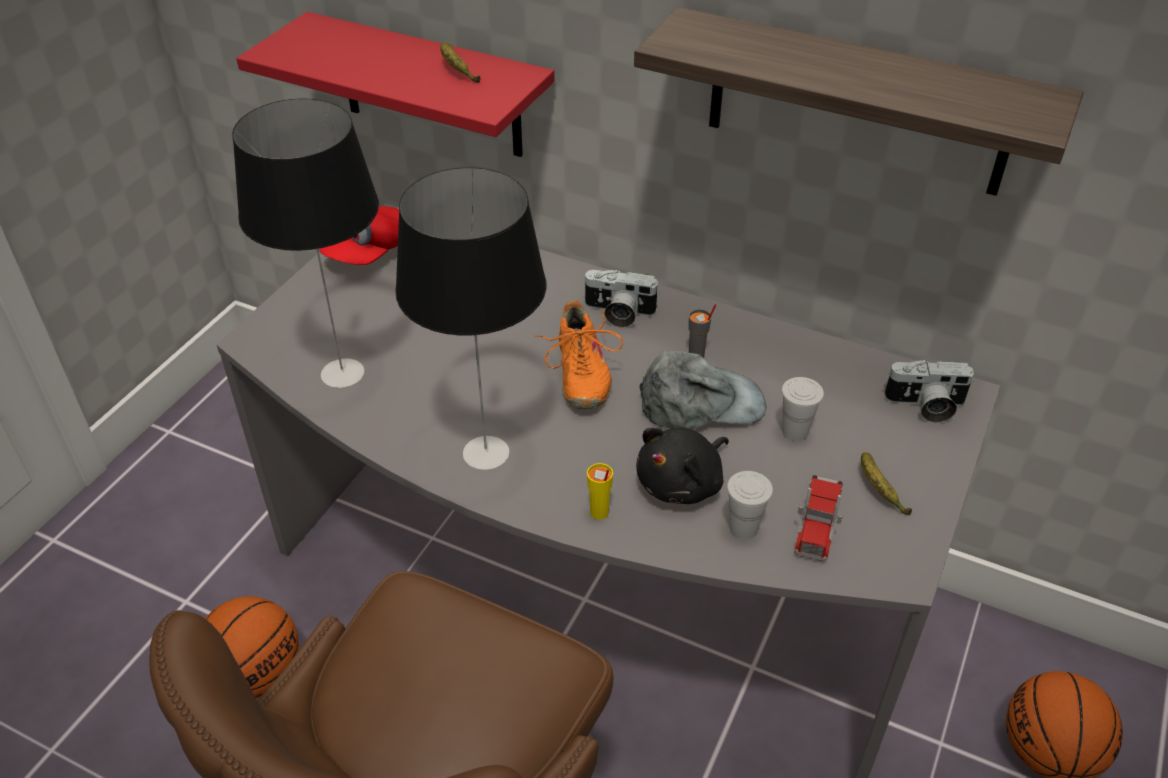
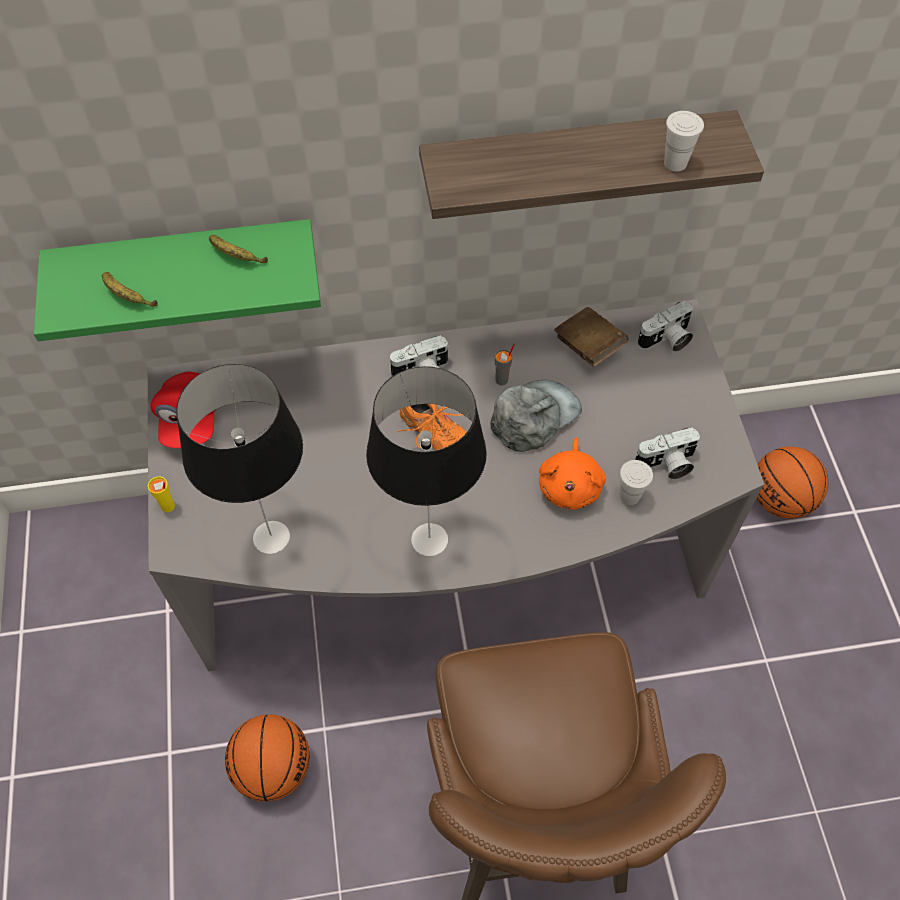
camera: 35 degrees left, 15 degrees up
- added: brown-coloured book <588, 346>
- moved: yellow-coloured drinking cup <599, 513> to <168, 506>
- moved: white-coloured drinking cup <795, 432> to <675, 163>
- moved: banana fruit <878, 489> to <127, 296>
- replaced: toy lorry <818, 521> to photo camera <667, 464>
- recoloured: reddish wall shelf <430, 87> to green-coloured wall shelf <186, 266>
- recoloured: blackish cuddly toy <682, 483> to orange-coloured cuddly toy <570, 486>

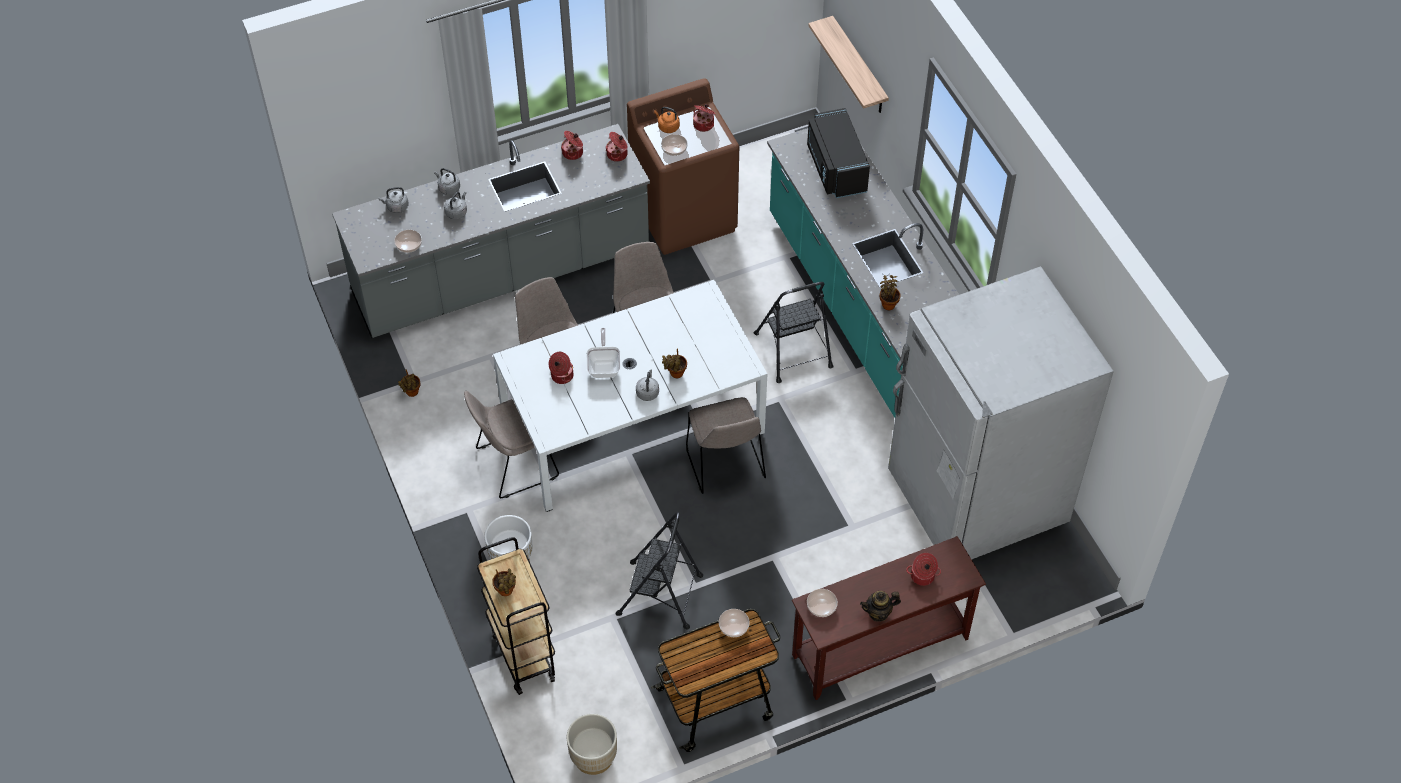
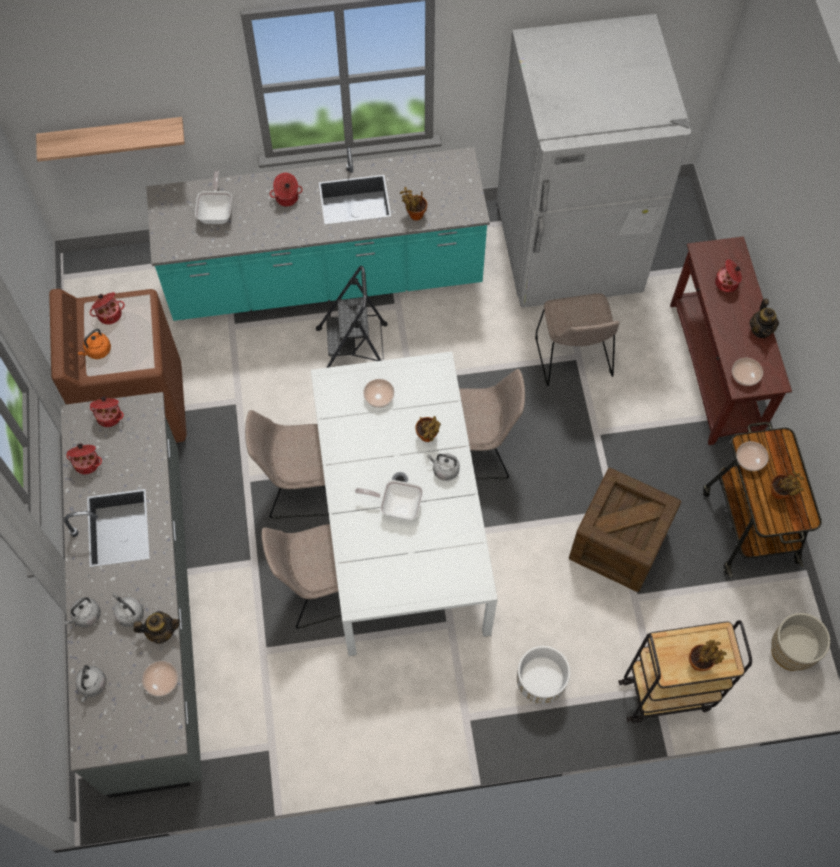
camera: 75 degrees left, 10 degrees up
- added: tea pot <161, 632>
- moved: potted plant <411, 393> to <780, 493>
- moved: sand-coloured chair <514, 464> to <573, 358>
- moved: cooking pot <561, 376> to <287, 198>
- moved: bowl <674, 149> to <379, 396>
- replaced: blackish step stool <662, 595> to crate <618, 544>
- replaced: blackish microwave oven <835, 168> to pan <216, 212>

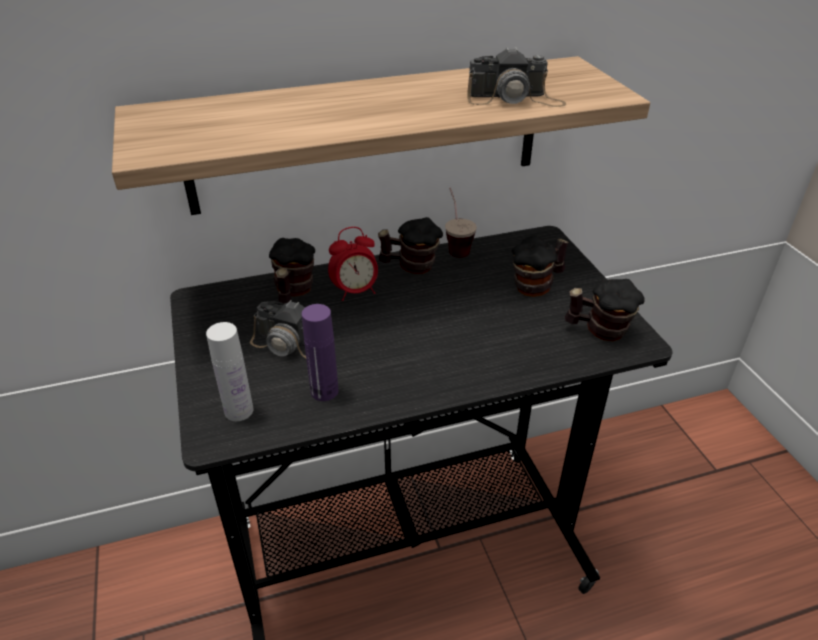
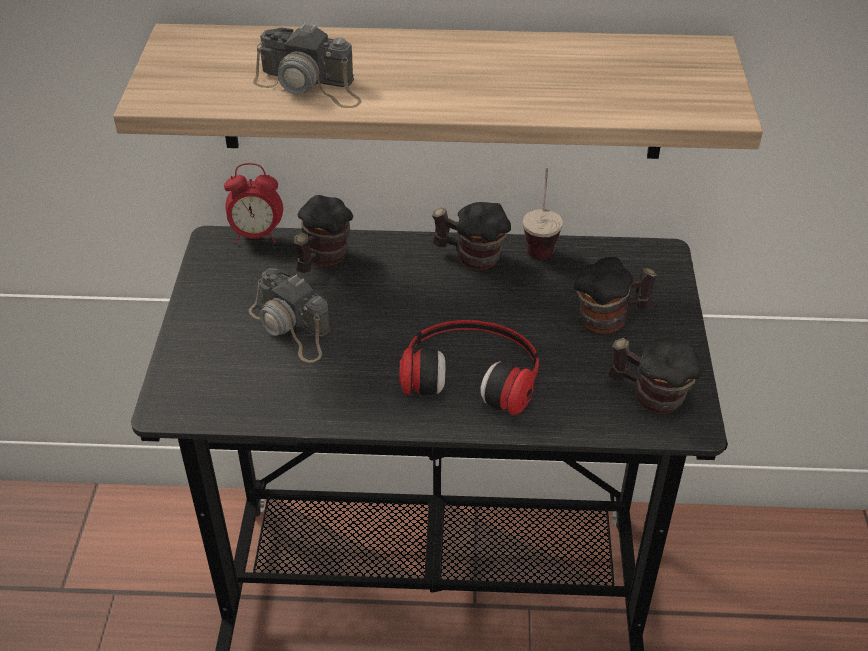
camera: 20 degrees right, 5 degrees up
- removed: white-coloured bottle <239, 411>
- removed: purplish bottle <324, 391>
- added: pair of headphones <472, 370>
- moved: bedside clock <355, 292> to <257, 236>
- moved: photo camera <515, 99> to <310, 86>

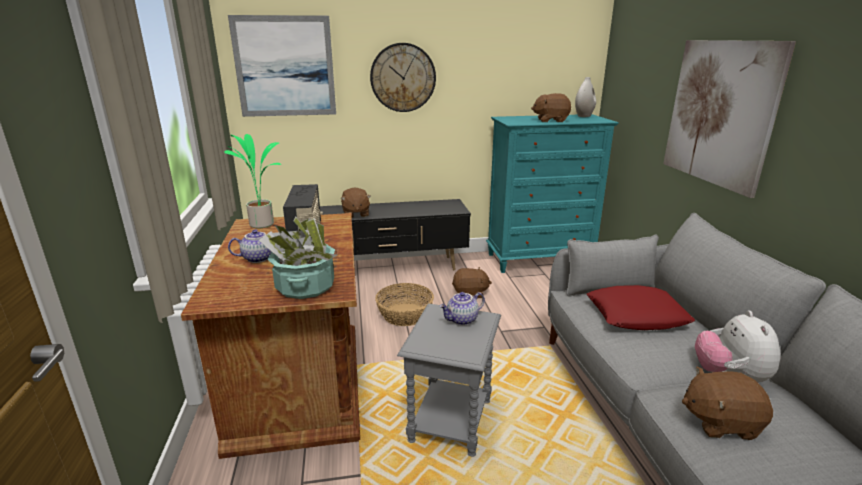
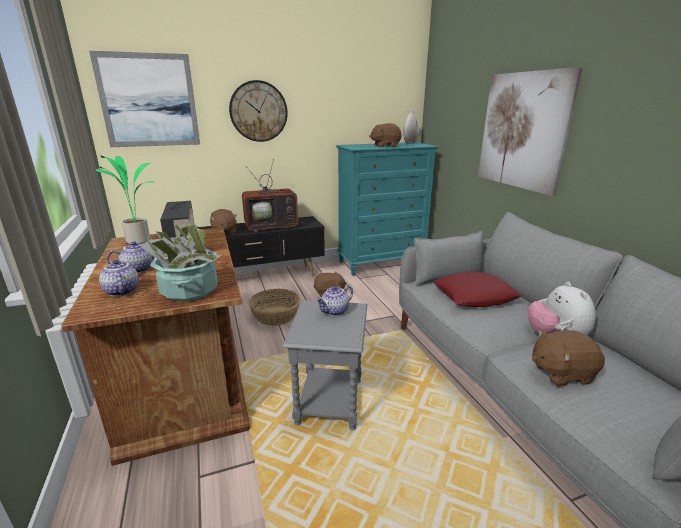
camera: 10 degrees left, 0 degrees up
- added: tea pot <121, 291>
- added: TV <272, 226>

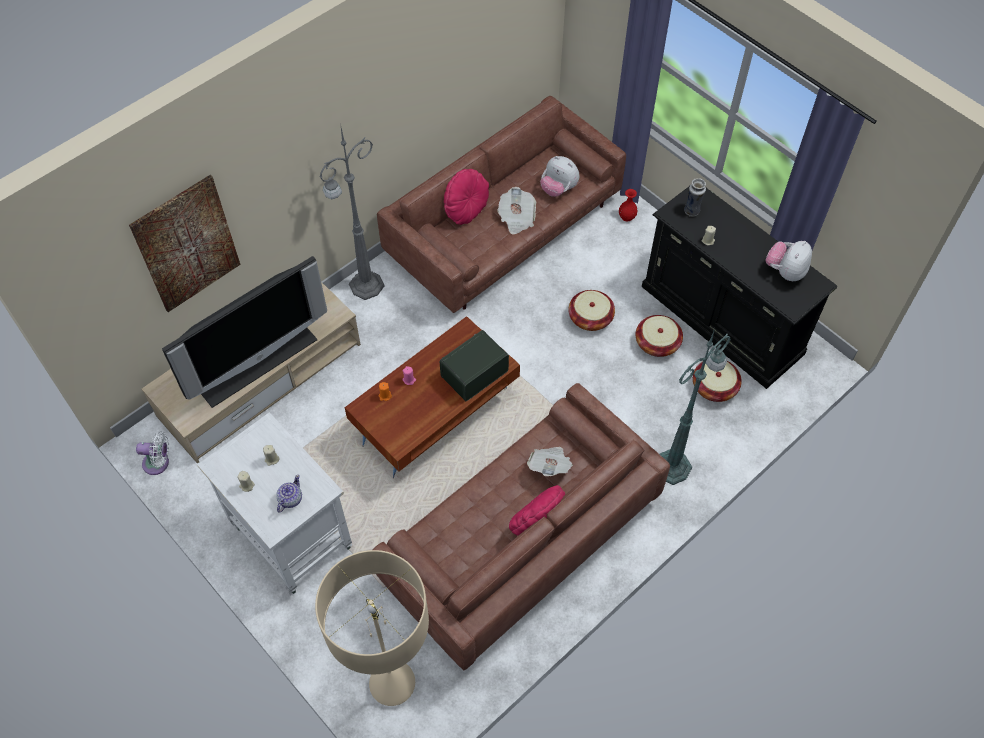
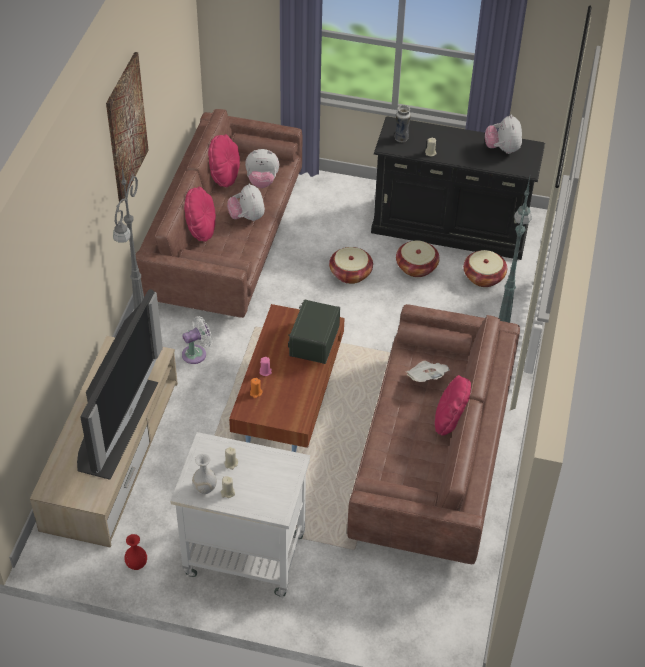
camera: 35 degrees left, 10 degrees down
- removed: tea pot <290, 499>
- removed: sand-coloured standing lamp <392, 684>
- added: white-coloured flower vase <204, 487>
- added: pinkish throw pillow <224, 177>
- moved: picture <186, 244> to <126, 127>
- moved: white-coloured fan <158, 463> to <196, 353>
- moved: reddish flower vase <627, 217> to <137, 564>
- replaced: daily paper <516, 218> to cuddly toy <247, 217>

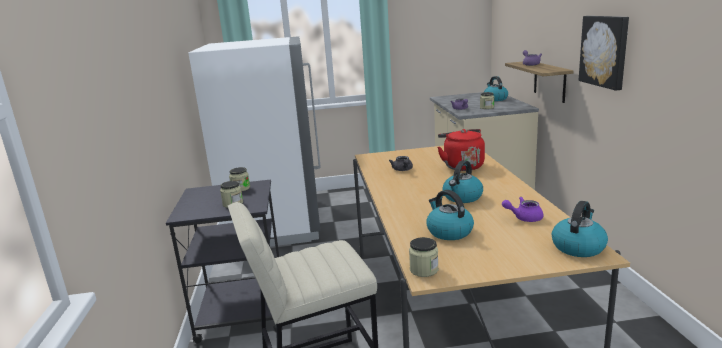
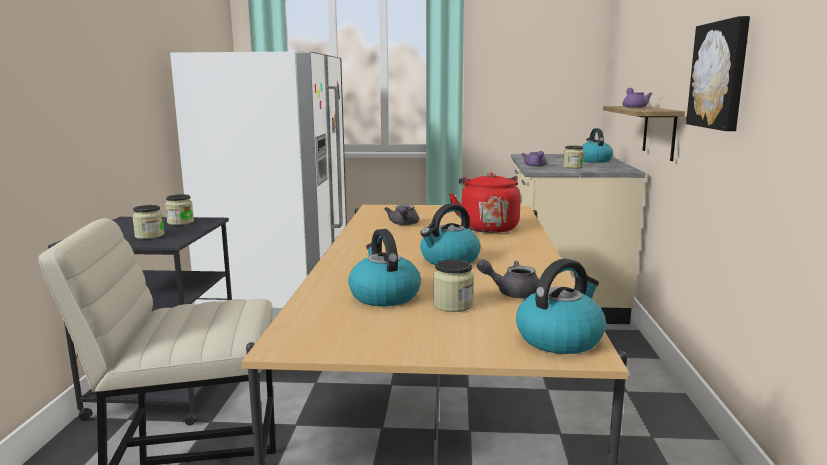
camera: 10 degrees right, 5 degrees down
- moved: storage jar <424, 270> to <453, 305>
- recoloured: purplish tea pot <524, 218> to grey tea pot <512, 293>

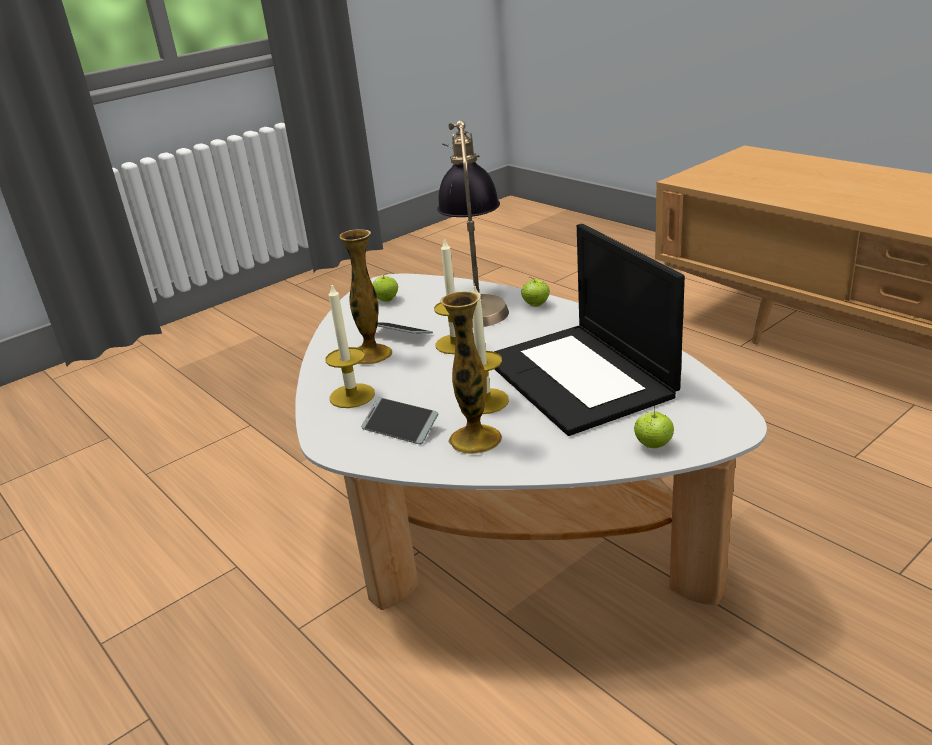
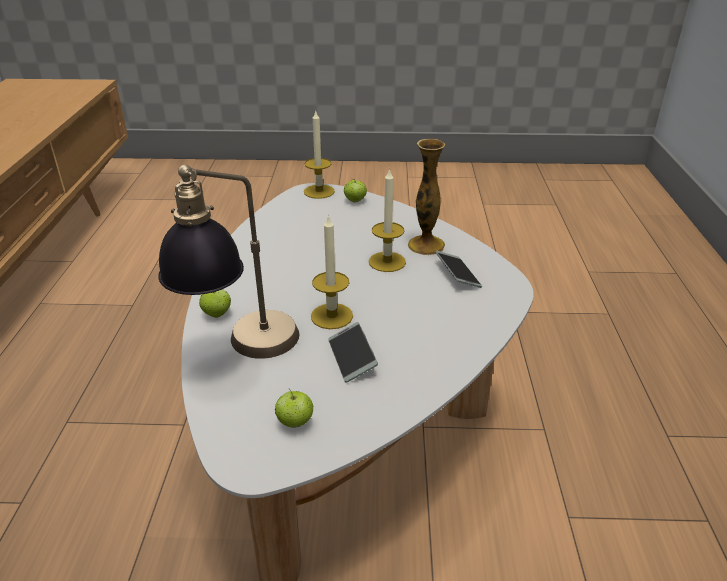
camera: 140 degrees left, 5 degrees up
- removed: flower vase <370, 354>
- removed: portable computer <580, 377>
- moved: candle <352, 396> to <319, 191>

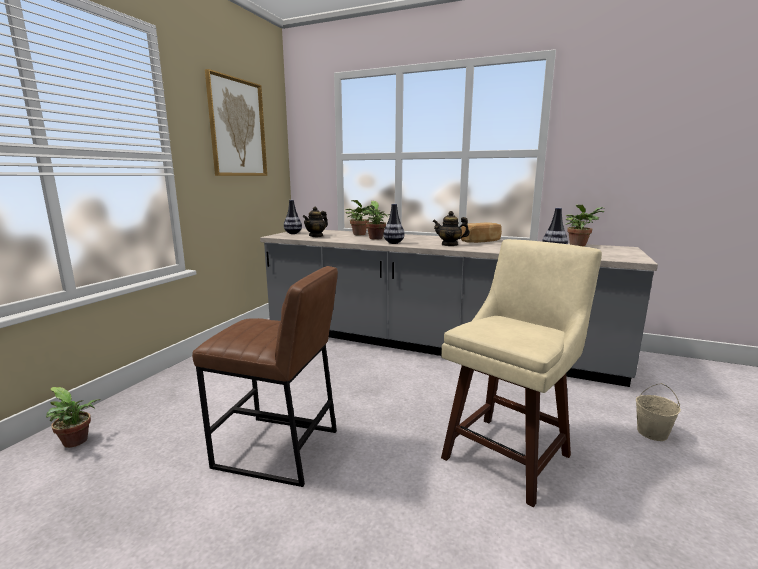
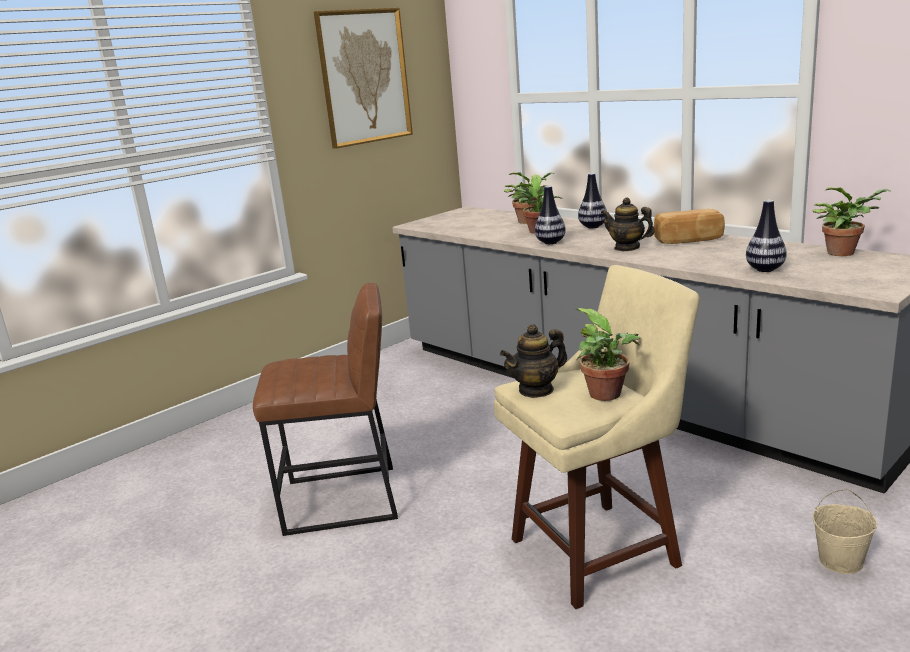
camera: 25 degrees right, 5 degrees up
- moved: potted plant <77, 442> to <608, 395>
- moved: flower vase <293, 233> to <593, 227>
- moved: tea pot <316, 236> to <536, 390>
- turned: brown-coloured chair <279, 449> = <343, 499> 45 degrees counterclockwise

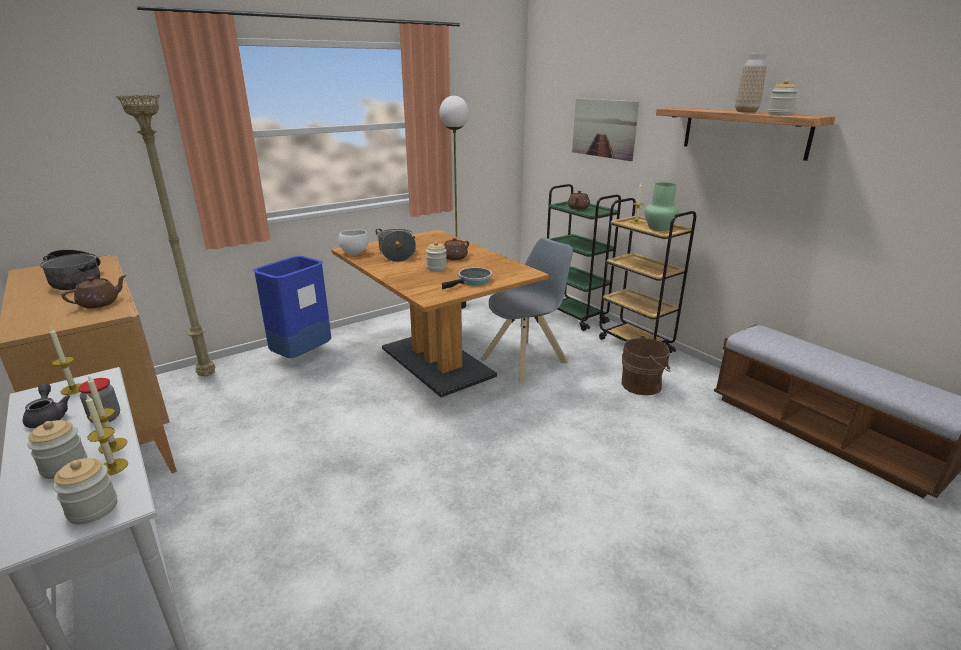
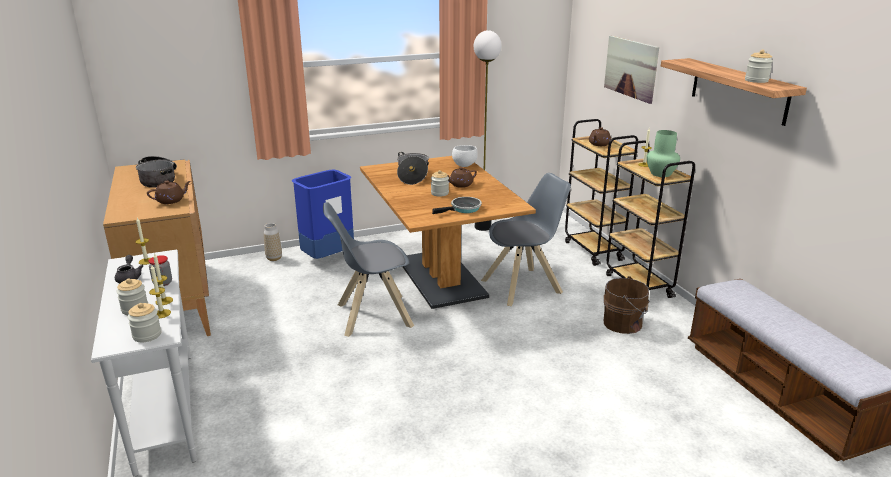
camera: 15 degrees right, 0 degrees up
- removed: sand-coloured standing lamp <205, 375>
- added: grey chair <371, 316>
- moved: white-coloured bowl <354, 253> to <464, 165>
- moved: flower vase <746, 112> to <274, 258>
- recoloured: green-coloured trolley <575, 317> to brown-coloured trolley <594, 251>

